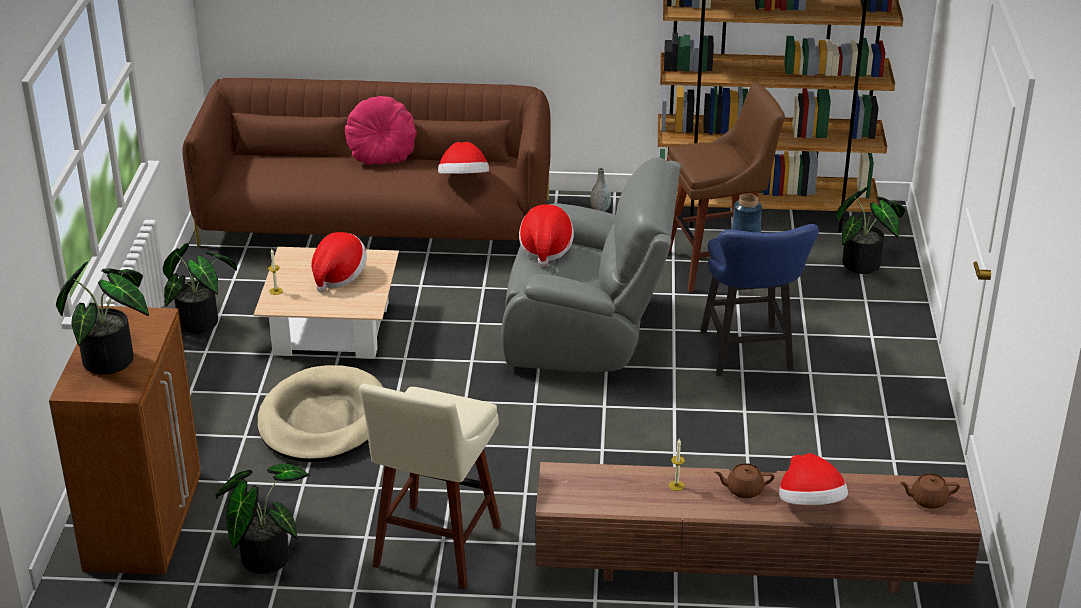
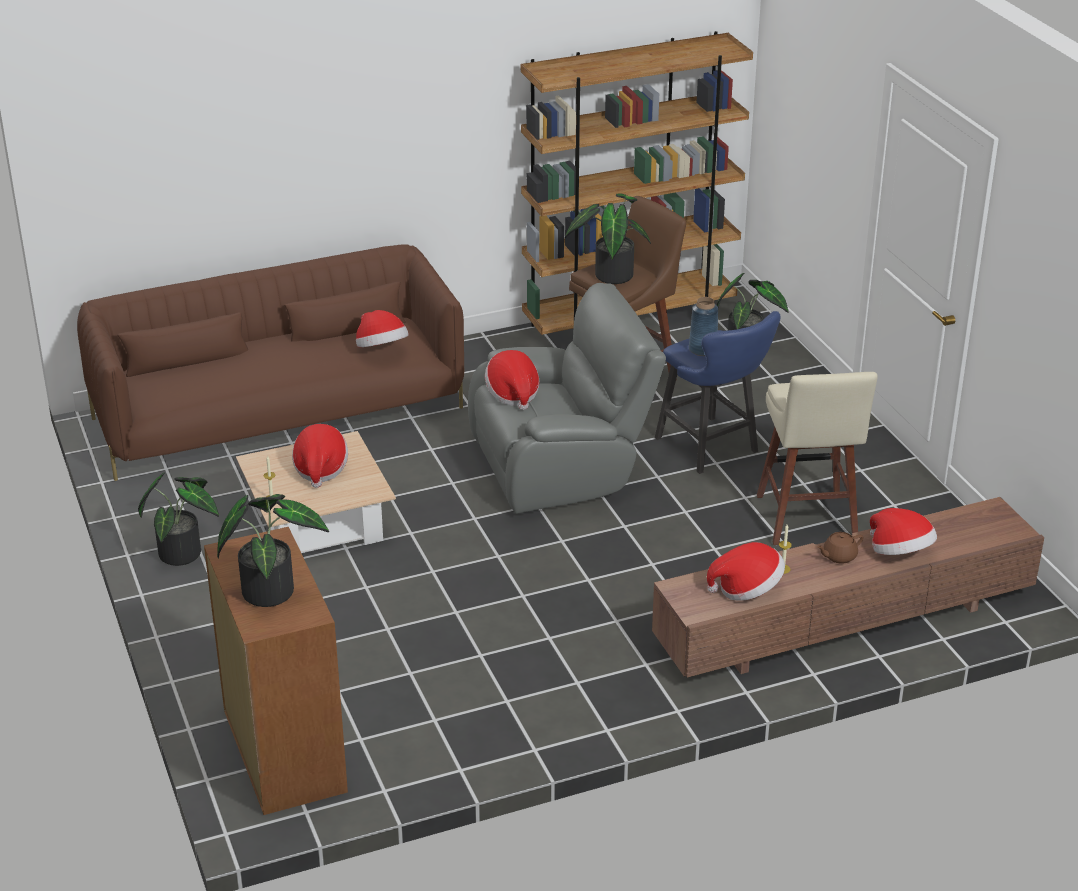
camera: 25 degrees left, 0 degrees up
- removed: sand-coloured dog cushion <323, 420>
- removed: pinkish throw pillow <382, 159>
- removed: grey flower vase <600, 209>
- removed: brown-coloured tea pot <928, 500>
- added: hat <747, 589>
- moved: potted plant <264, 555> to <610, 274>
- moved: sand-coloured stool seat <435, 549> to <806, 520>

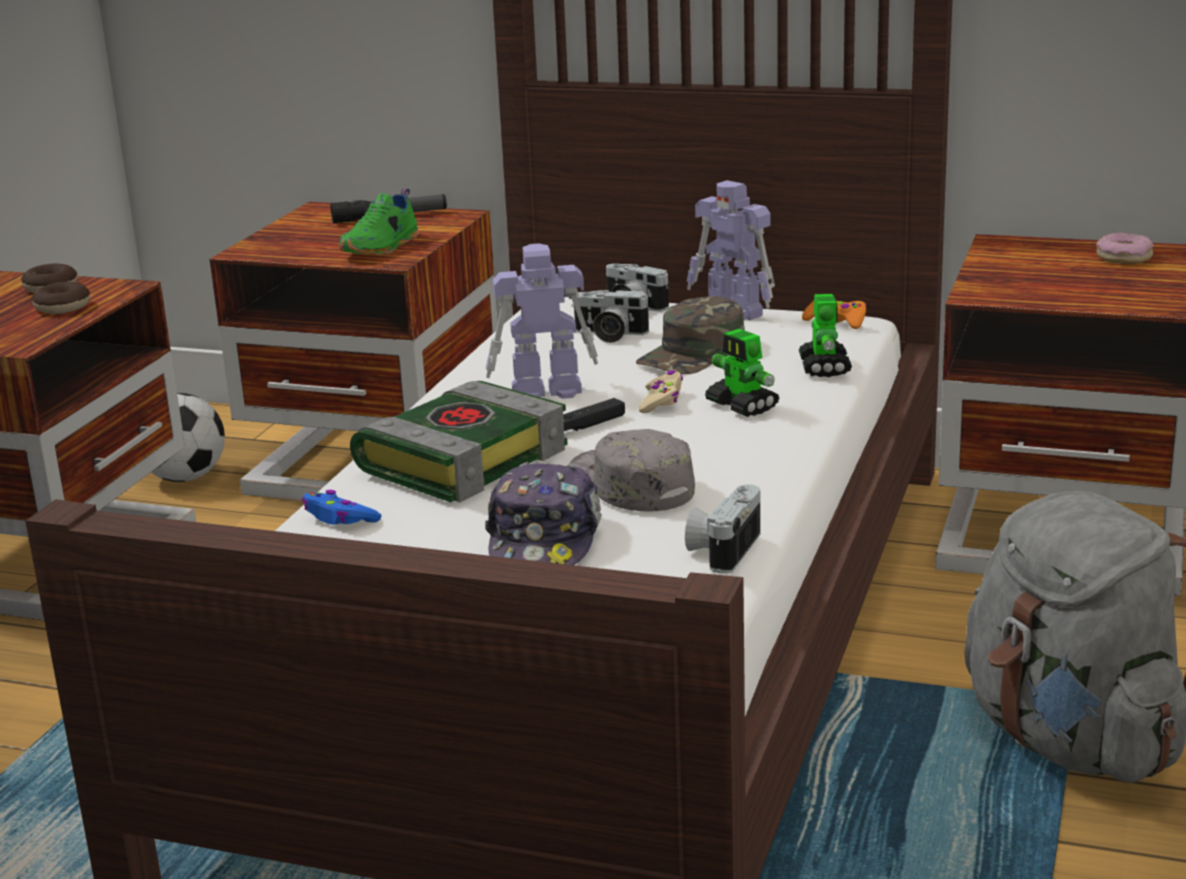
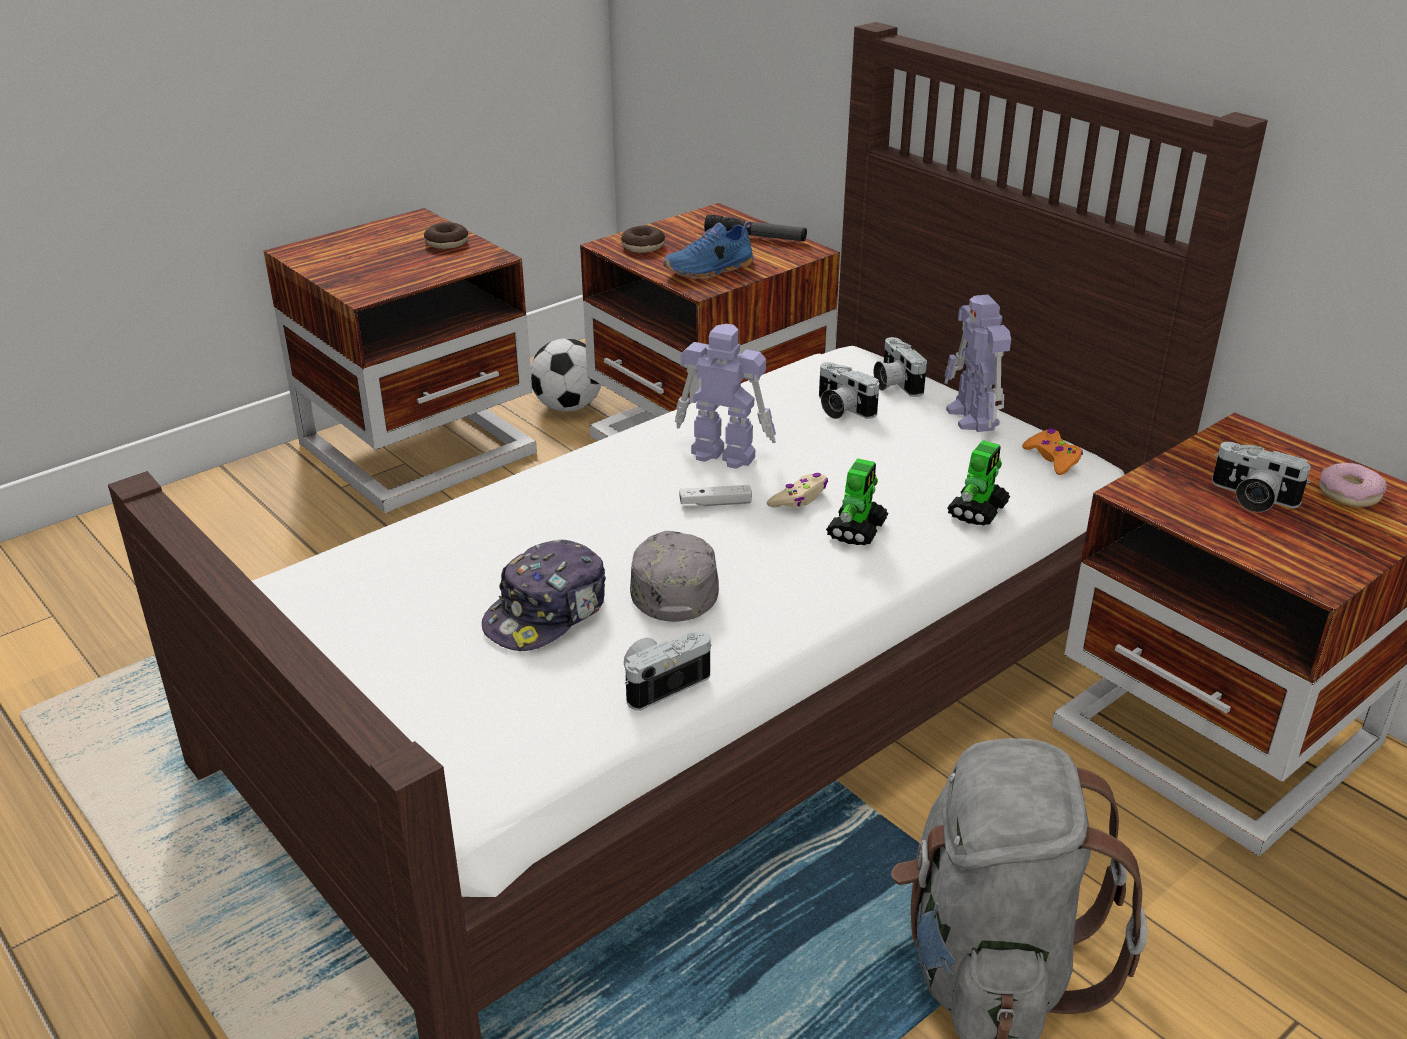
camera: 30 degrees right, 10 degrees up
- removed: blue-coloured game controller <340, 518>
- removed: book <463, 460>
- removed: green-coloured cap <693, 353>
- added: photo camera <1251, 498>
- moved: doughnut <63, 307> to <643, 246>
- recoloured: green-coloured low shoe <383, 248> to blue-coloured low shoe <710, 270>
- recoloured: blackish game controller <589, 425> to white-coloured game controller <715, 503>
- turned: robot figure <742, 406> = <857, 529> 150 degrees counterclockwise

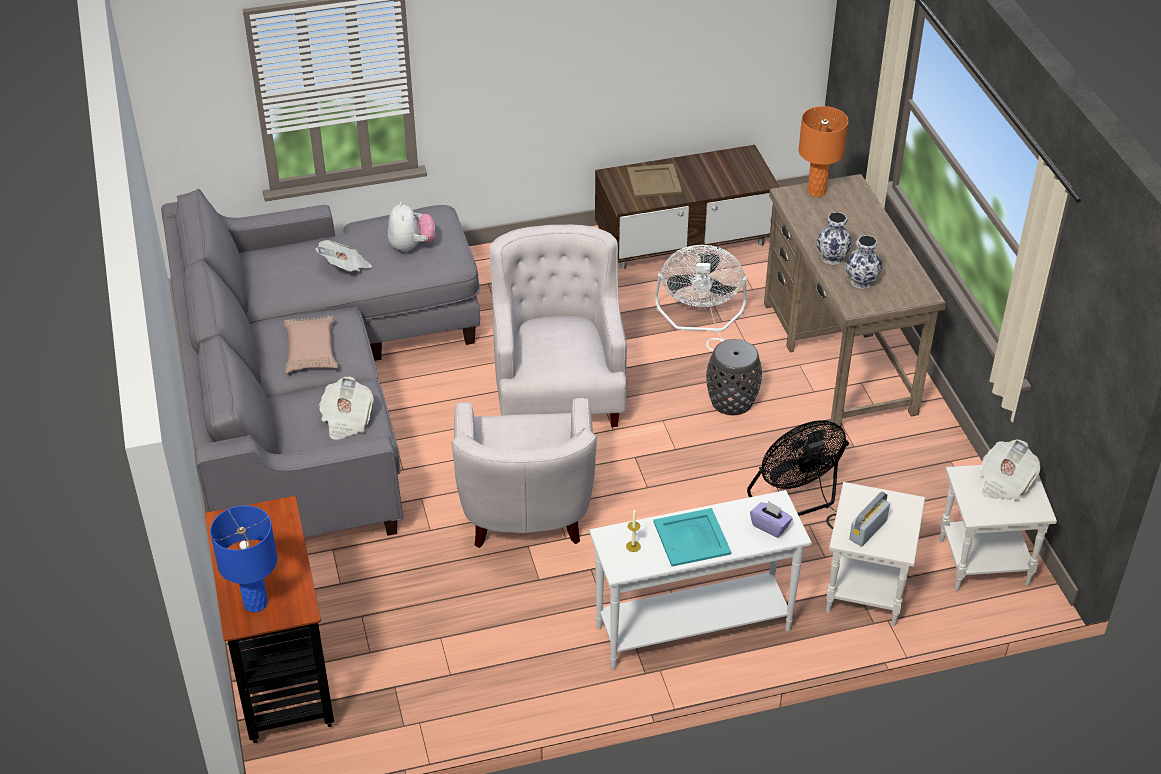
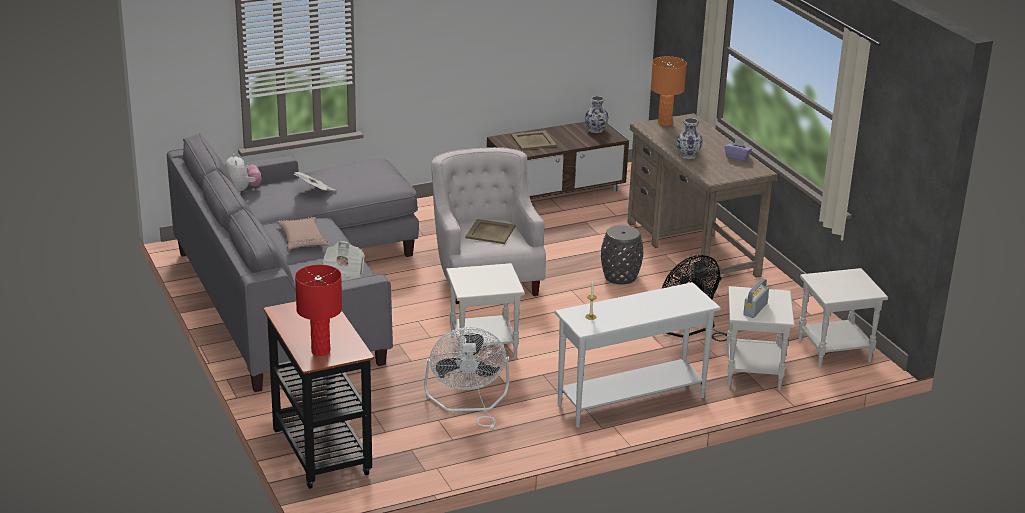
camera: 10 degrees left, 15 degrees down
- removed: turquoise carrying tray <691, 537>
- removed: daily paper <1004, 482>
- added: sand-coloured carrying tray <490, 232>
- moved: cuddly toy <411, 246> to <242, 191>
- moved: white-coloured fan <702, 323> to <470, 405>
- moved: purplish box of tissues <770, 526> to <737, 157>
- moved: flower vase <861, 282> to <596, 130>
- replaced: white-coloured easy chair <525, 514> to white-coloured end table <483, 348>
- recoloured: blue-coloured tabletop lamp <256, 603> to reddish tabletop lamp <321, 351>

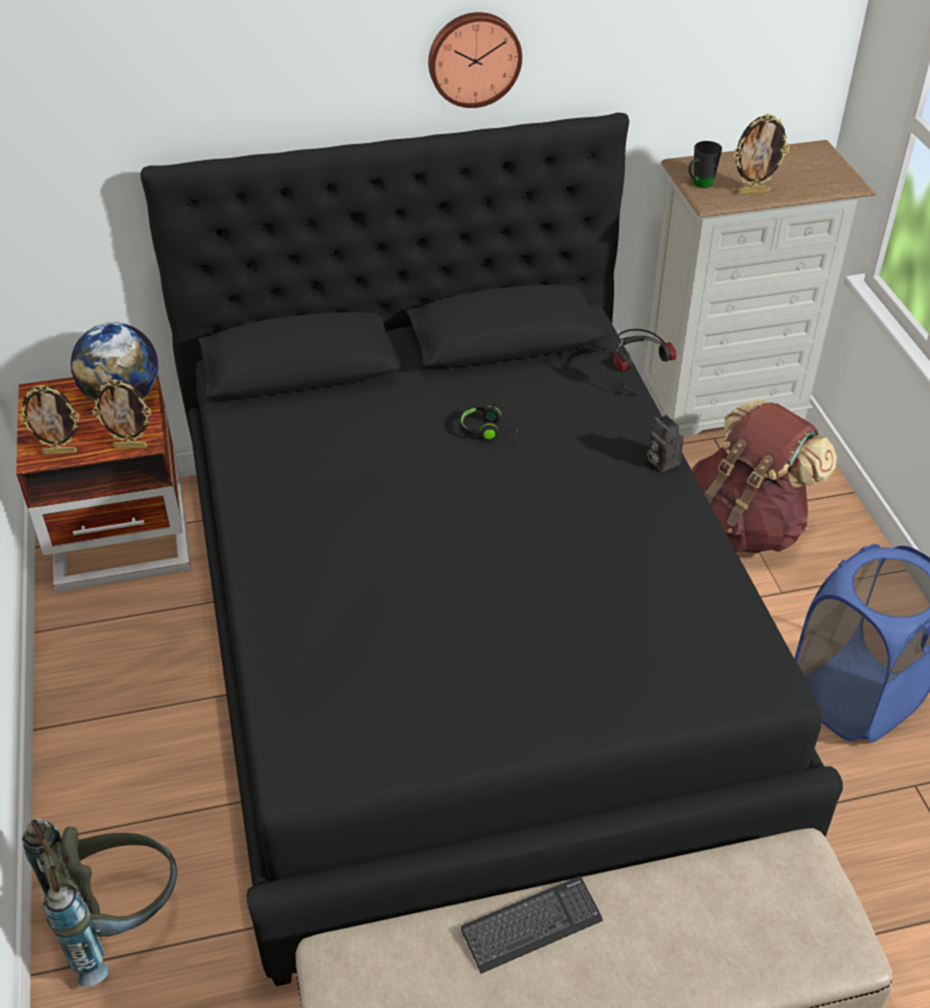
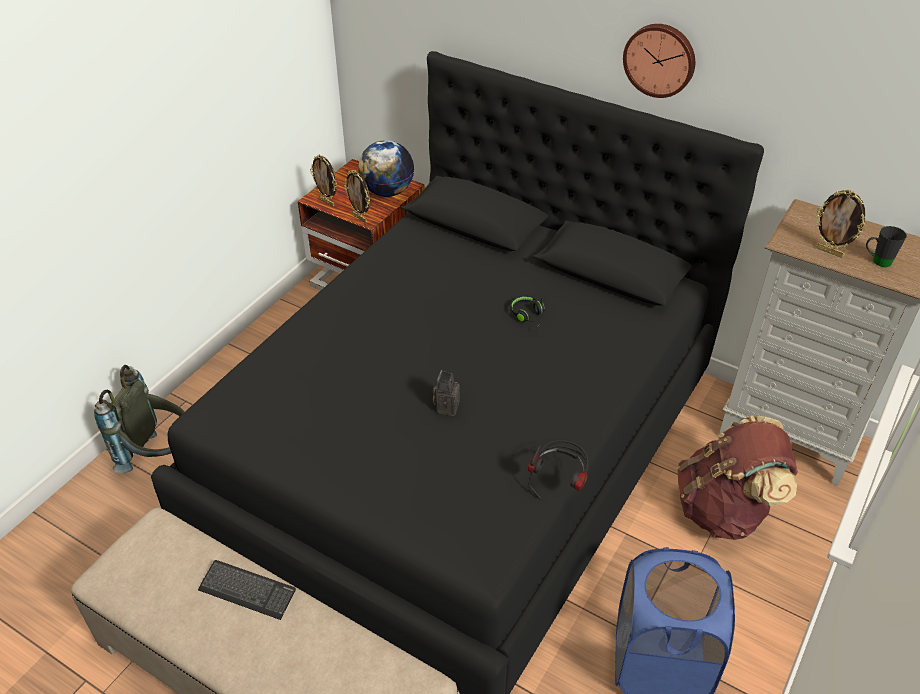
camera: 45 degrees right, 0 degrees up
- moved: pair of headphones <636, 376> to <559, 484>
- moved: photo camera <660, 461> to <446, 406>
- moved: blackish mug <699, 185> to <877, 261>

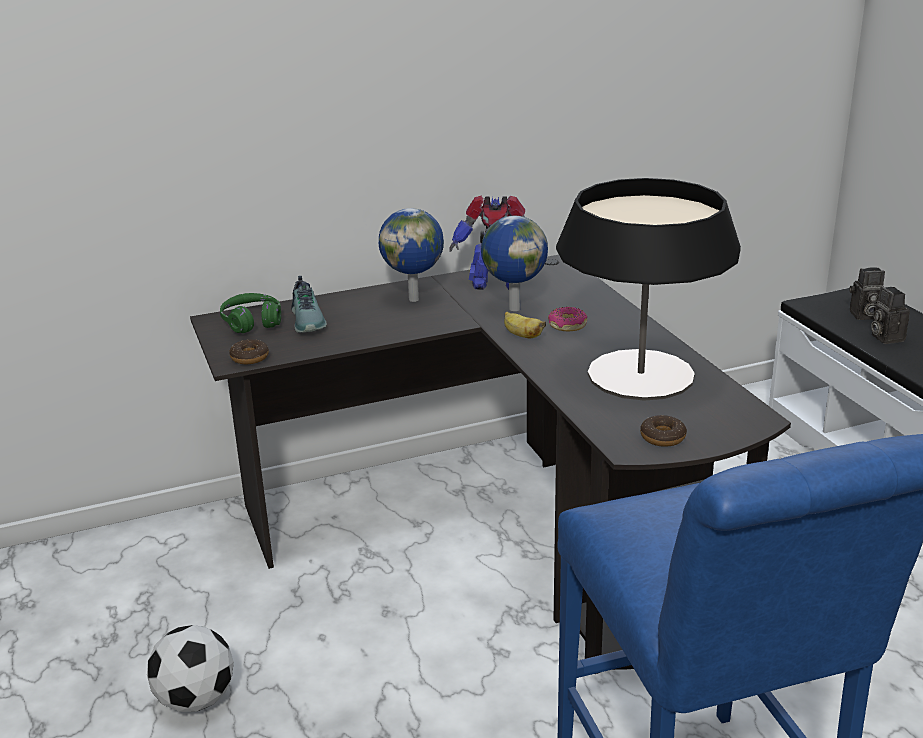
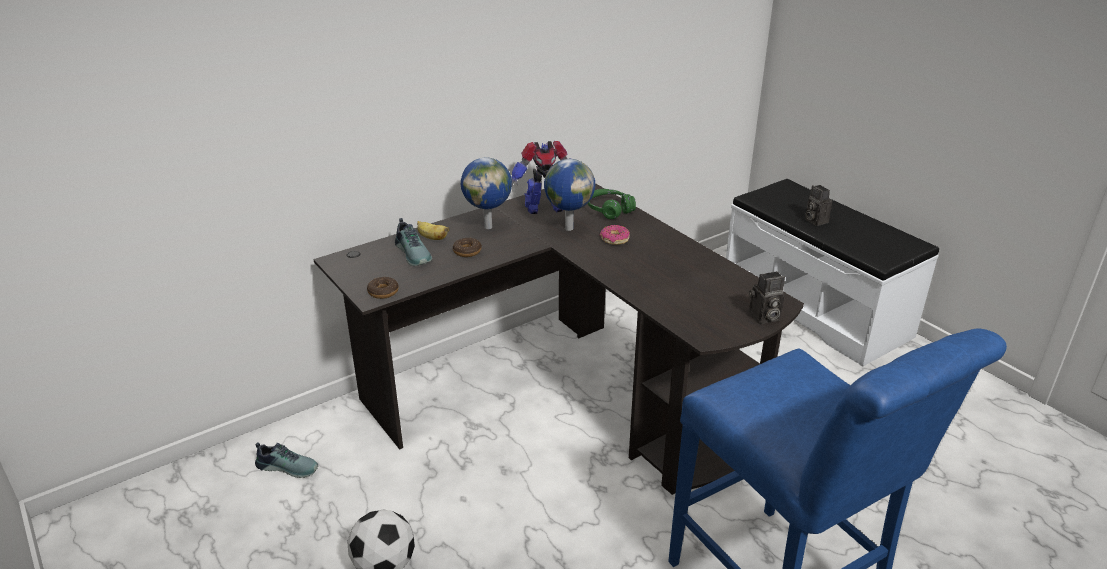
camera: 15 degrees left, 5 degrees up
- removed: tabletop lamp <641, 375>
- added: low shoe <288, 466>
- moved: green-coloured pair of headphones <252, 322> to <609, 210>
- moved: banana fruit <521, 335> to <431, 238>
- moved: doughnut <662, 437> to <467, 251>
- moved: photo camera <863, 316> to <763, 318>

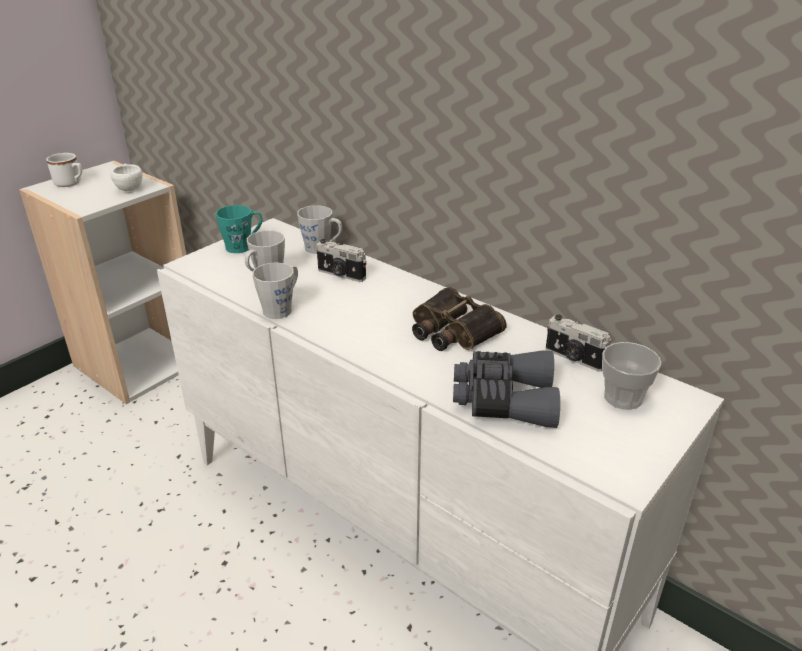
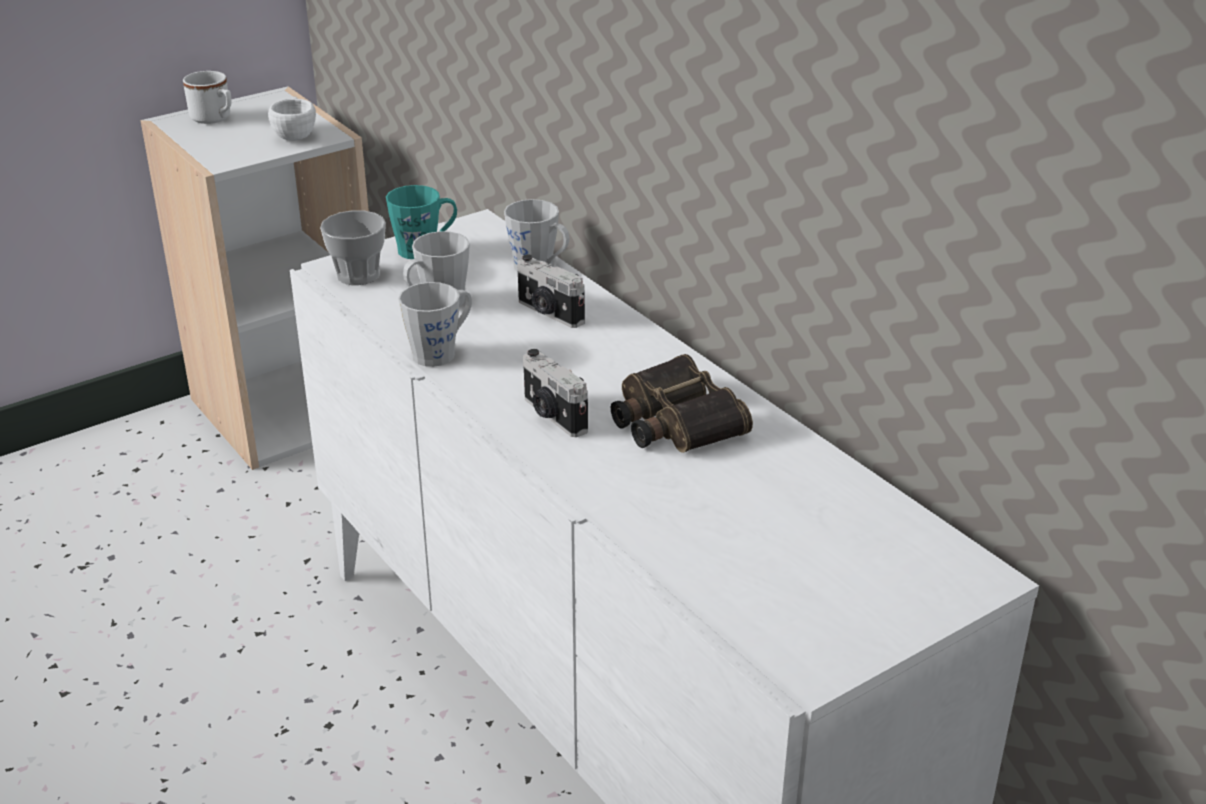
camera: 15 degrees right, 0 degrees up
- removed: grey field glasses <504, 400>
- moved: photo camera <573, 358> to <553, 416>
- moved: drinking cup <623, 398> to <358, 275>

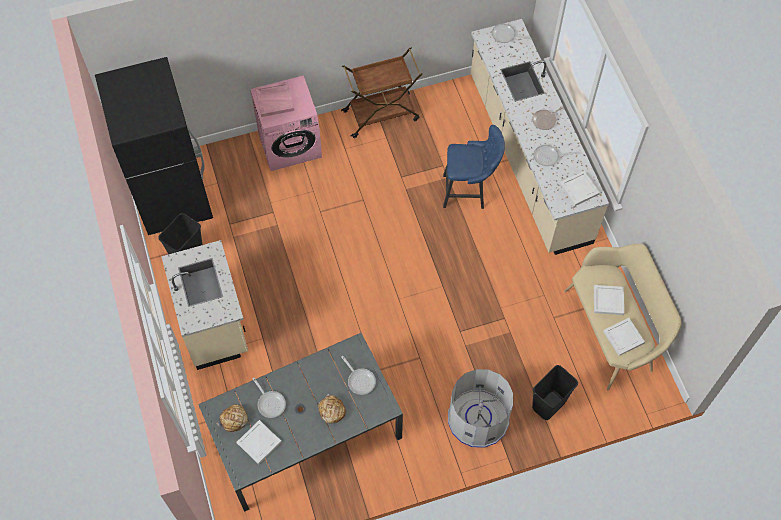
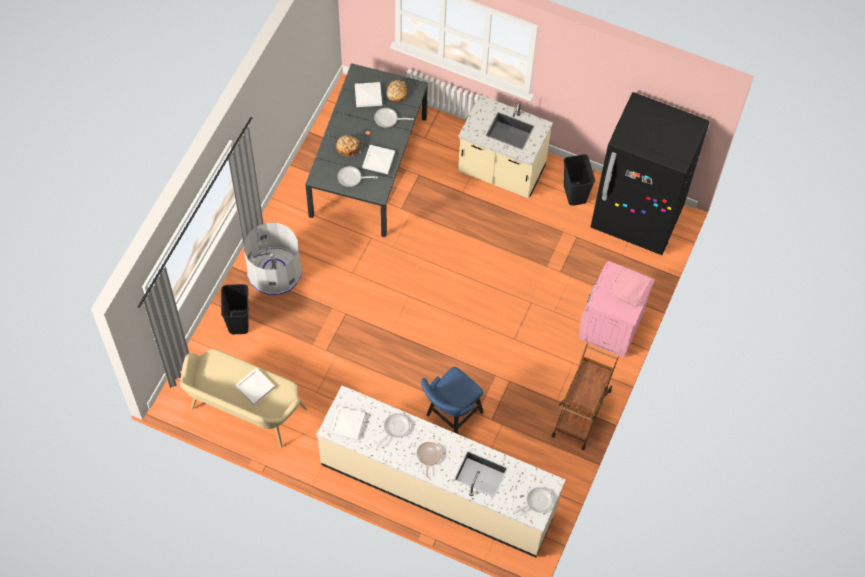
camera: 130 degrees right, 0 degrees up
- moved: white-coloured carrying tray <624, 337> to <378, 160>

